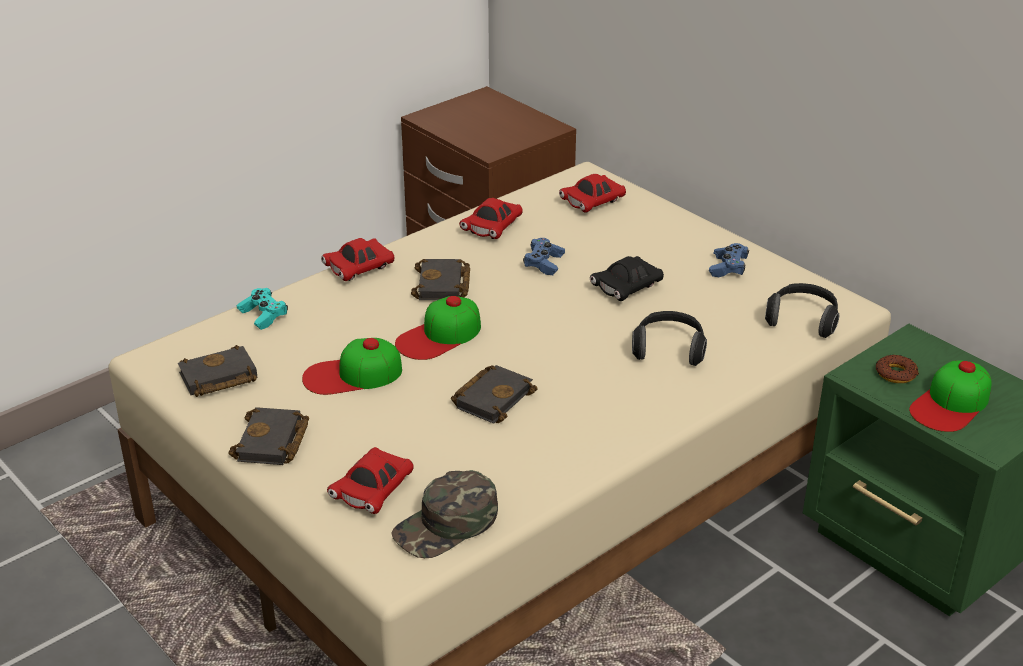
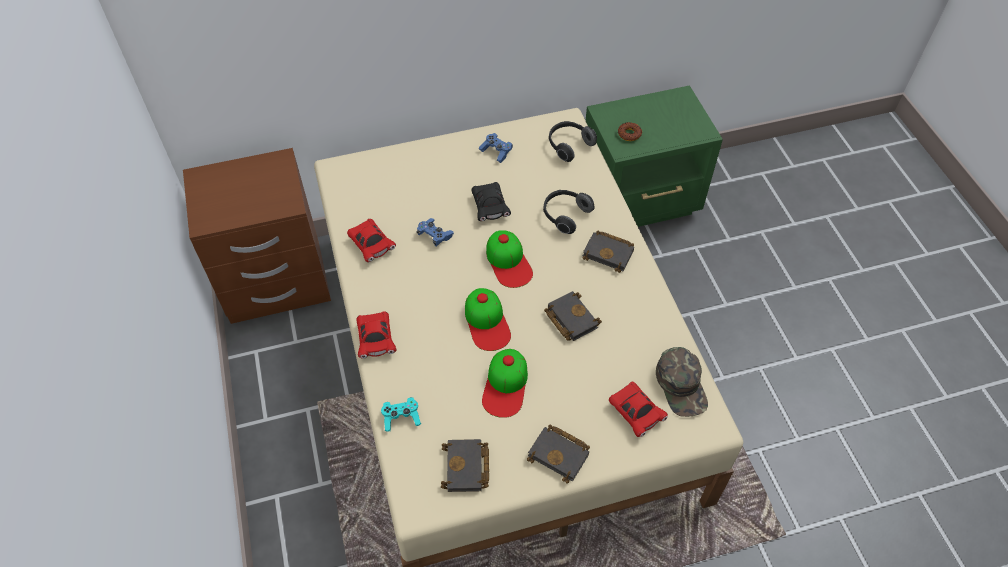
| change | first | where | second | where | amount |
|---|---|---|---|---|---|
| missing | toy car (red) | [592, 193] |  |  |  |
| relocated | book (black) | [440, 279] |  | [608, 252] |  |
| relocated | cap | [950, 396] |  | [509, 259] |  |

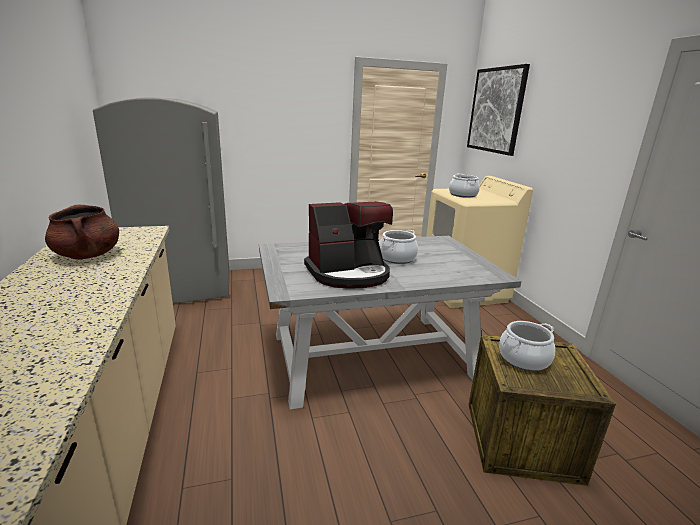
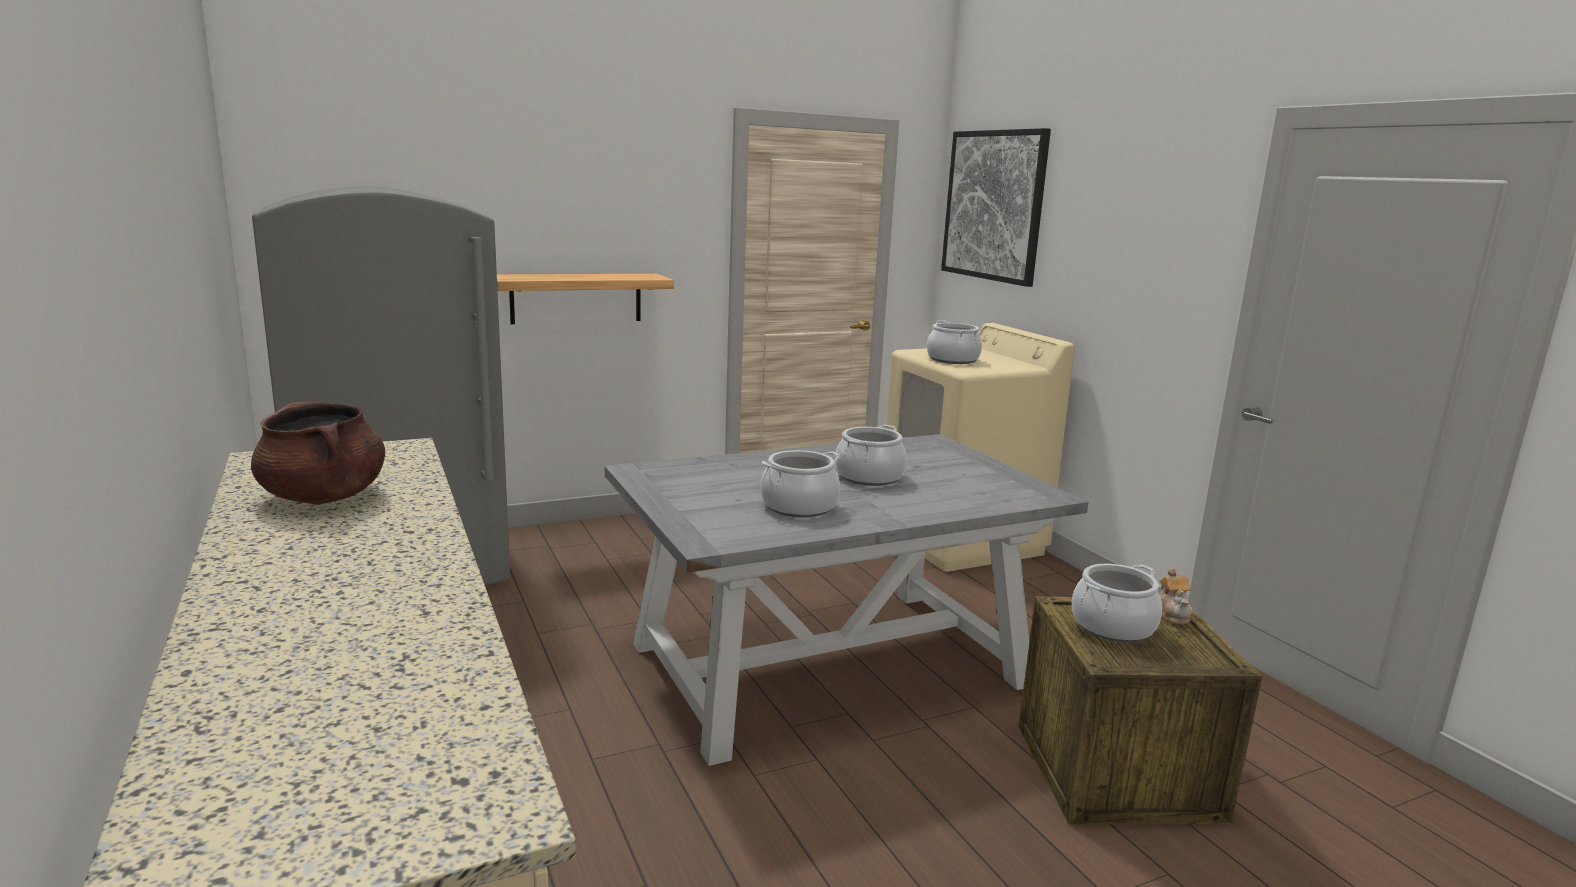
| change | first | where | second | where | amount |
|---|---|---|---|---|---|
| appeared |  |  | shelf | [585, 299] |  |
| appeared |  |  | teapot | [1176, 596] |  |
| exchanged | coffee machine | [348, 245] | cooking pot | [800, 483] |  |

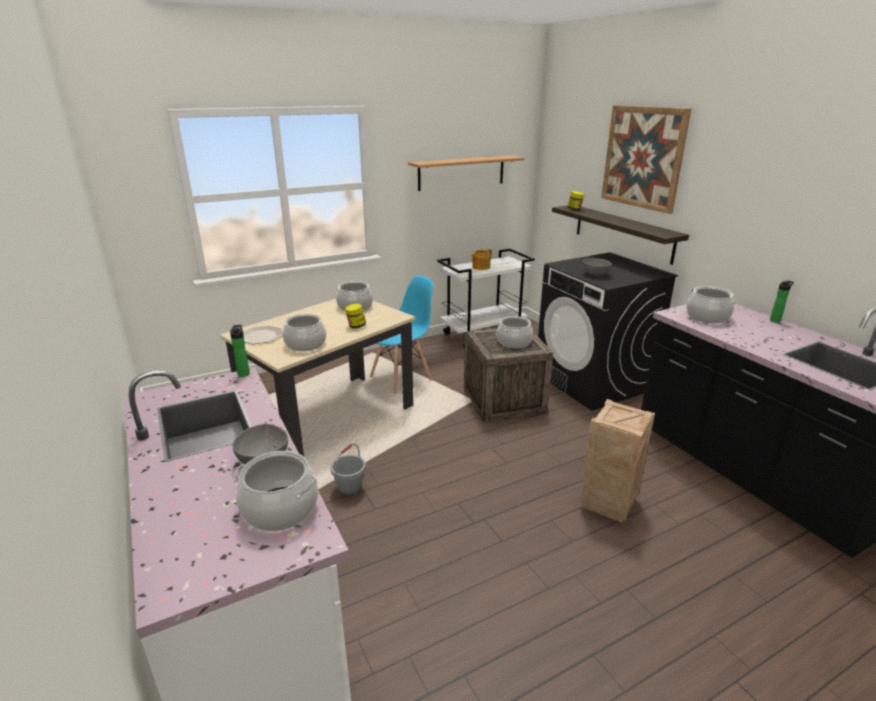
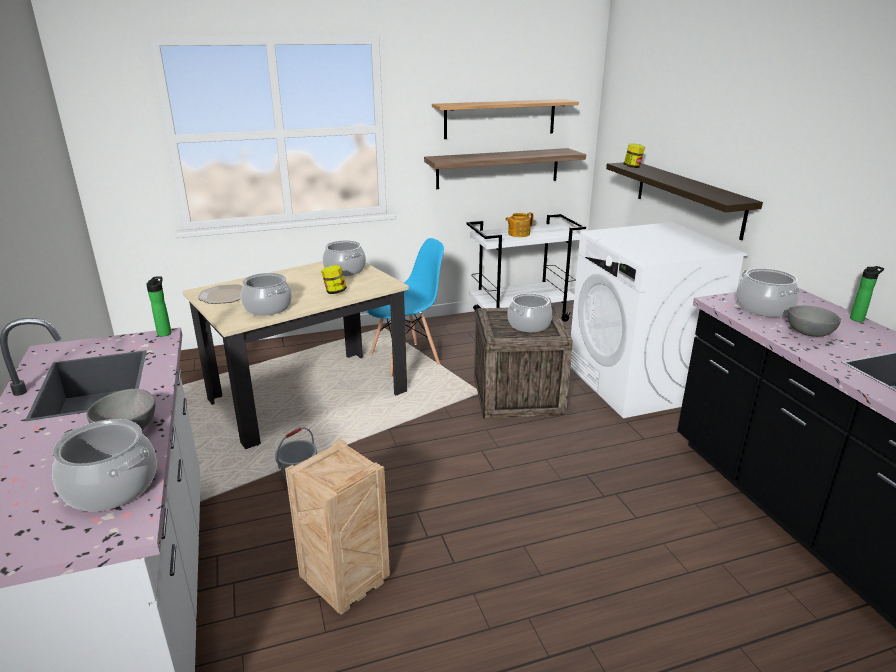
| change | first | where | second | where | amount |
|---|---|---|---|---|---|
| missing | picture | [646, 159] |  |  |  |
| appeared |  |  | shelf | [505, 168] |  |
| relocated | crate | [617, 461] |  | [337, 527] |  |
| relocated | bowl (grey) | [597, 266] |  | [814, 321] |  |
| colour | washing machine (black) | [608, 331] | washing machine (white) | [658, 320] |  |

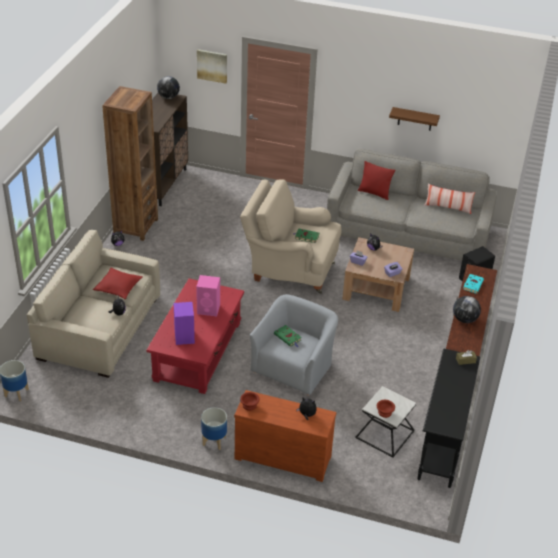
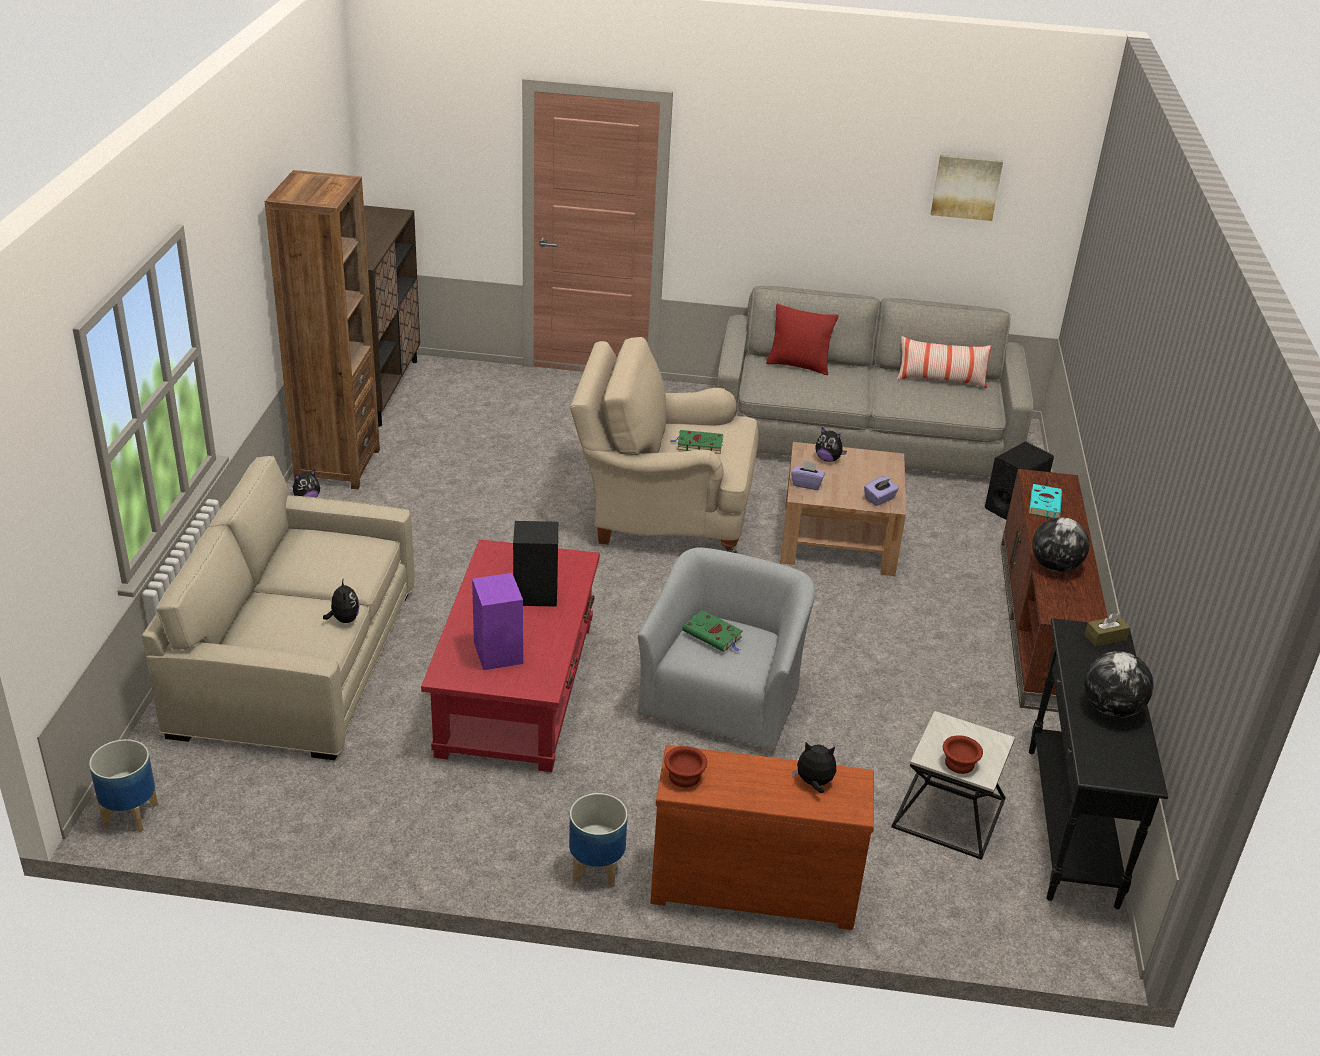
| change | first | where | second | where | amount |
|---|---|---|---|---|---|
| missing | pillow (red) | [118, 283] |  |  |  |
| missing | shelf (brown) | [414, 119] |  |  |  |
| relocated | globe | [168, 87] |  | [1119, 684] |  |
| relocated | picture | [212, 66] |  | [967, 187] |  |
| colour | speaker (pink) | [208, 295] | speaker (black) | [535, 564] |  |

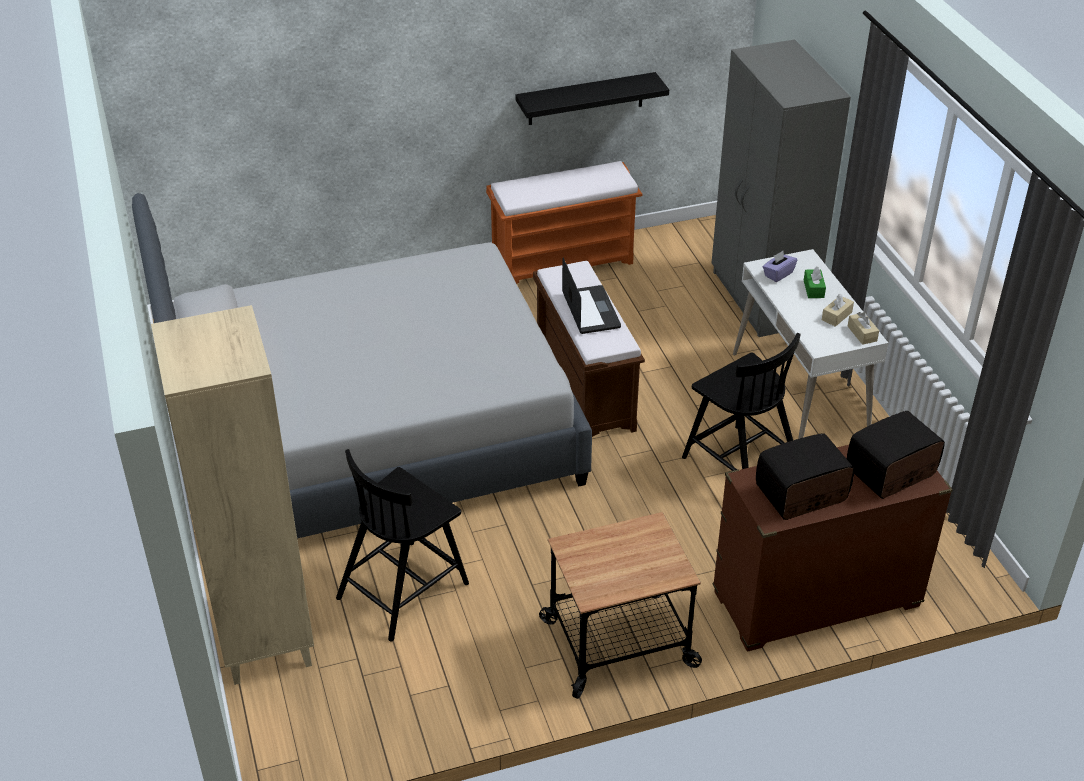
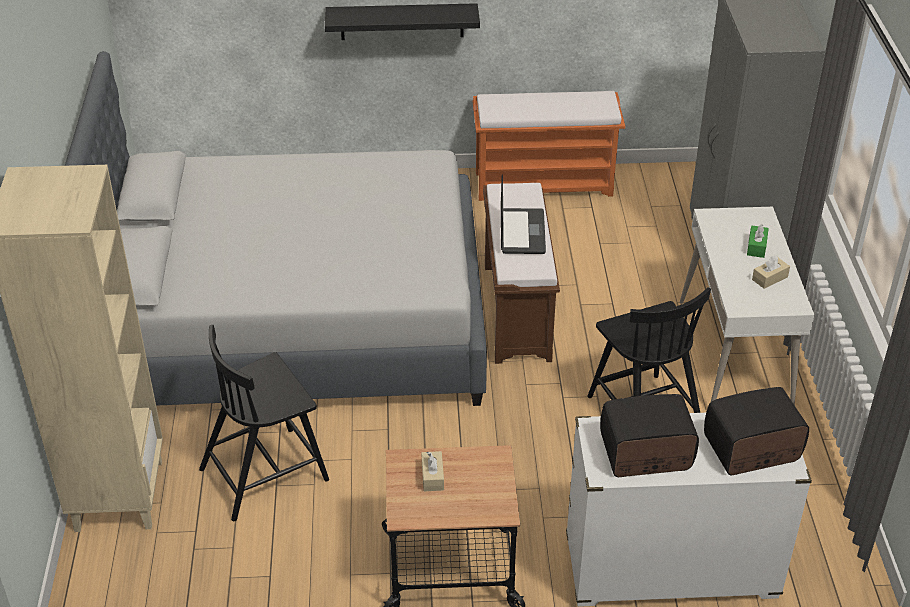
| change | first | where | second | where | amount |
|---|---|---|---|---|---|
| missing | tissue box (purple) | [780, 266] |  |  |  |
| relocated | shelf (black) | [592, 98] |  | [402, 21] |  |
| relocated | tissue box (beige) | [863, 328] |  | [433, 471] |  |
| colour | dresser (brown) | [833, 548] | dresser (white) | [689, 510] |  |

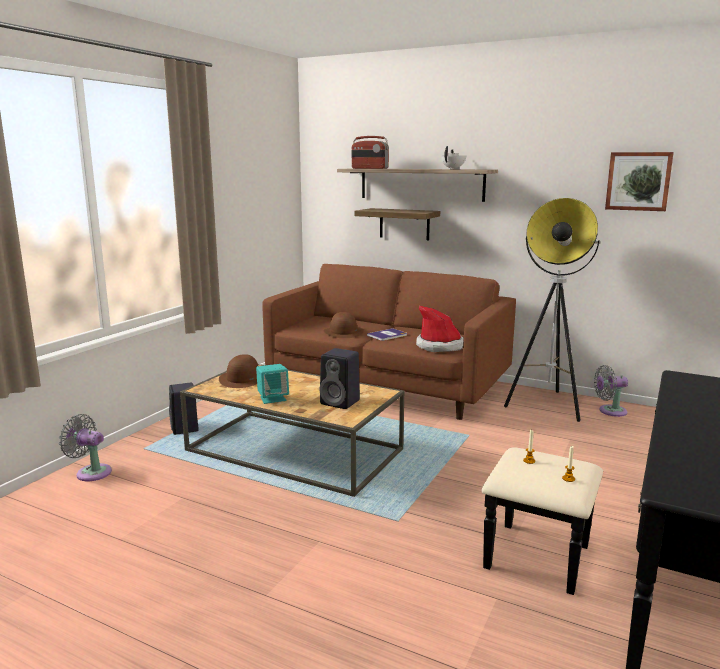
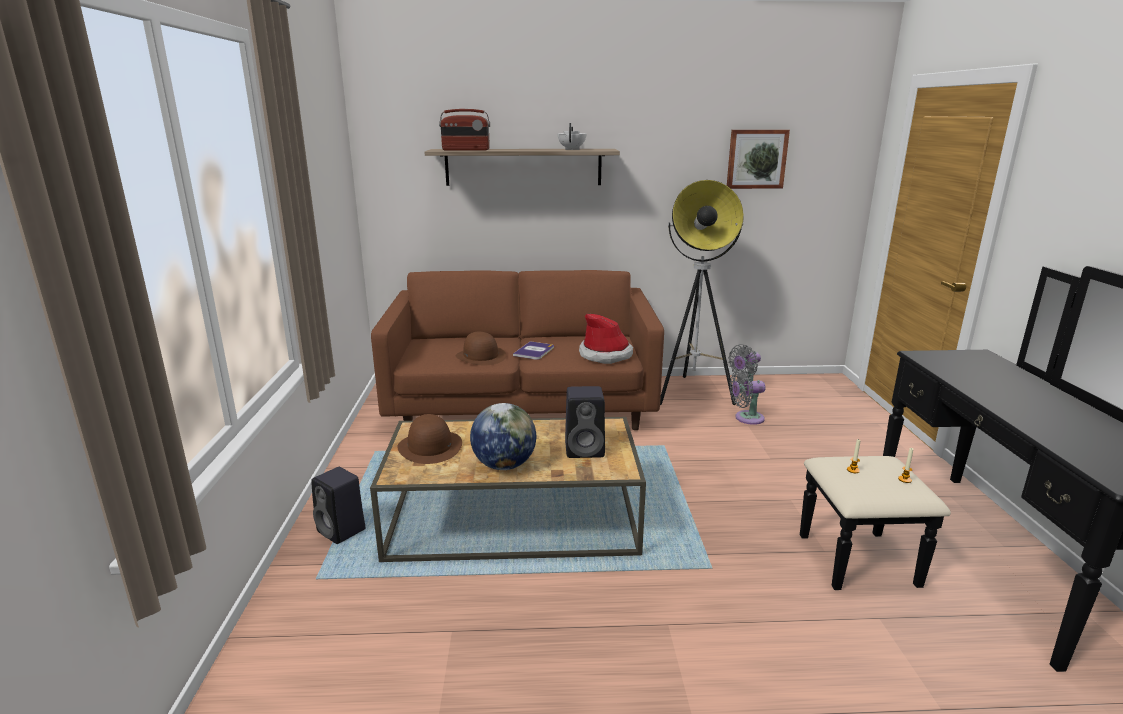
| change | first | where | second | where | amount |
|---|---|---|---|---|---|
| missing | shelf | [397, 224] |  |  |  |
| relocated | fan (grey) | [85, 447] |  | [748, 397] |  |
| exchanged | speaker (turquoise) | [272, 384] | globe | [503, 436] |  |

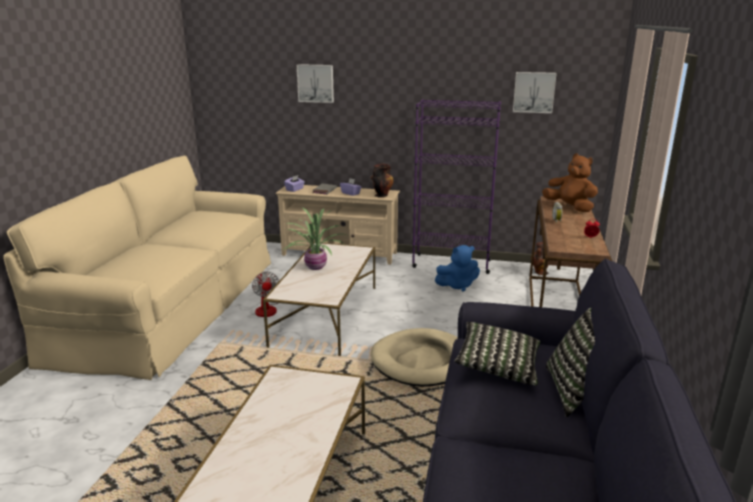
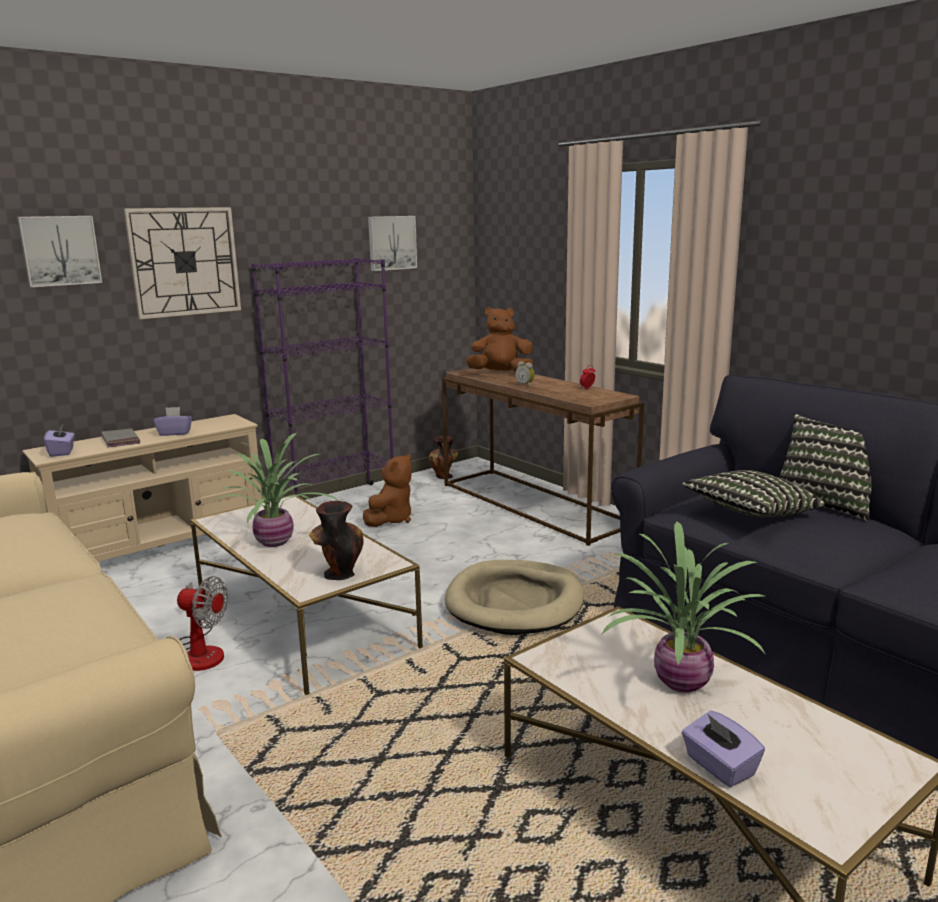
| change | first | where | second | where | amount |
|---|---|---|---|---|---|
| appeared |  |  | wall clock | [182, 263] |  |
| appeared |  |  | potted plant | [683, 607] |  |
| appeared |  |  | tissue box (purple) | [723, 748] |  |
| relocated | vase | [382, 181] |  | [336, 540] |  |
| colour | plush toy (blue) | [457, 268] | plush toy (brown) | [387, 490] |  |

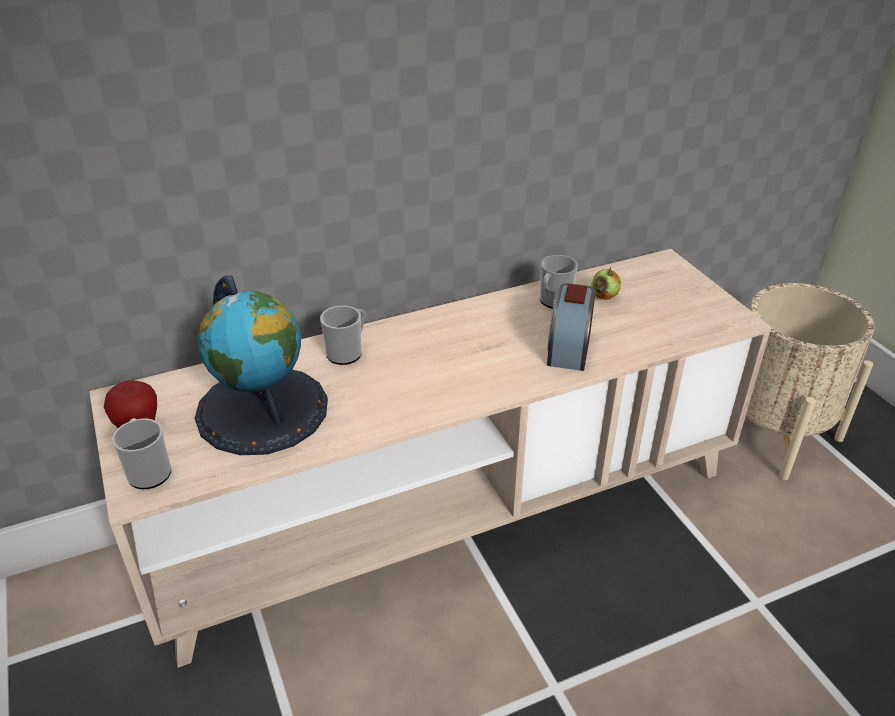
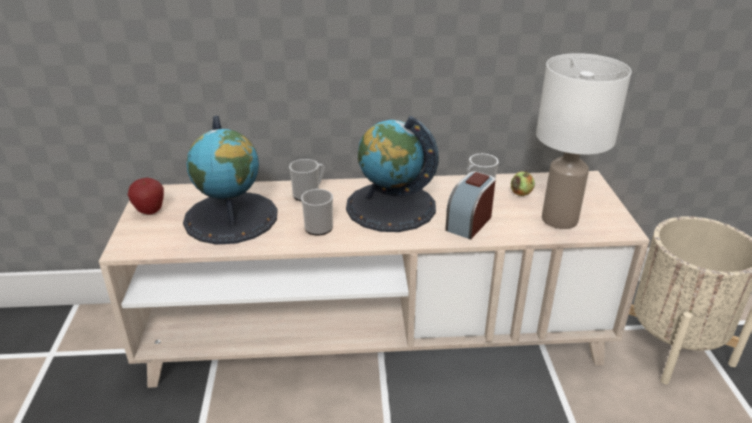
| change | first | where | second | where | amount |
|---|---|---|---|---|---|
| appeared |  |  | globe | [392, 174] |  |
| appeared |  |  | table lamp (white) | [584, 141] |  |
| relocated | mug | [141, 453] |  | [317, 212] |  |

